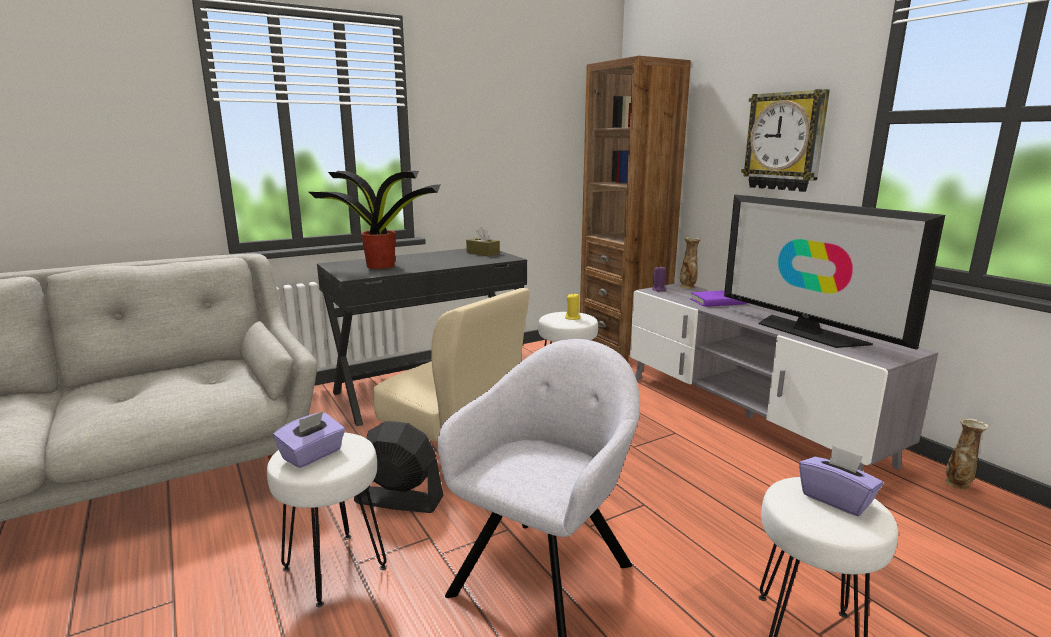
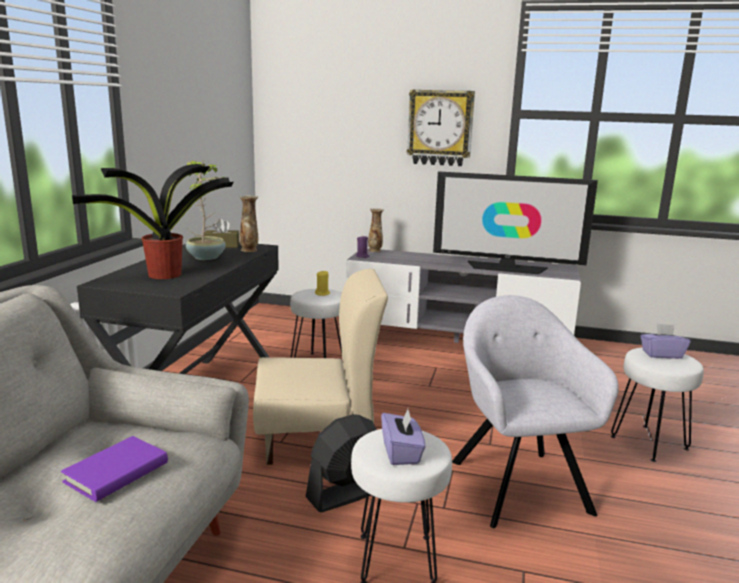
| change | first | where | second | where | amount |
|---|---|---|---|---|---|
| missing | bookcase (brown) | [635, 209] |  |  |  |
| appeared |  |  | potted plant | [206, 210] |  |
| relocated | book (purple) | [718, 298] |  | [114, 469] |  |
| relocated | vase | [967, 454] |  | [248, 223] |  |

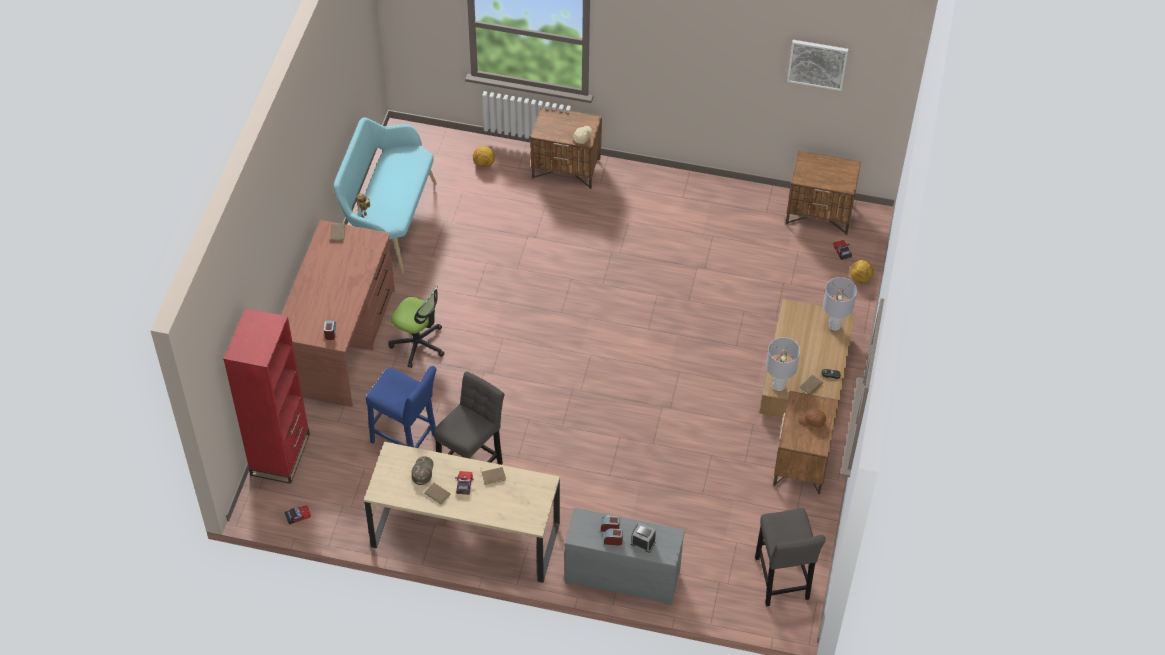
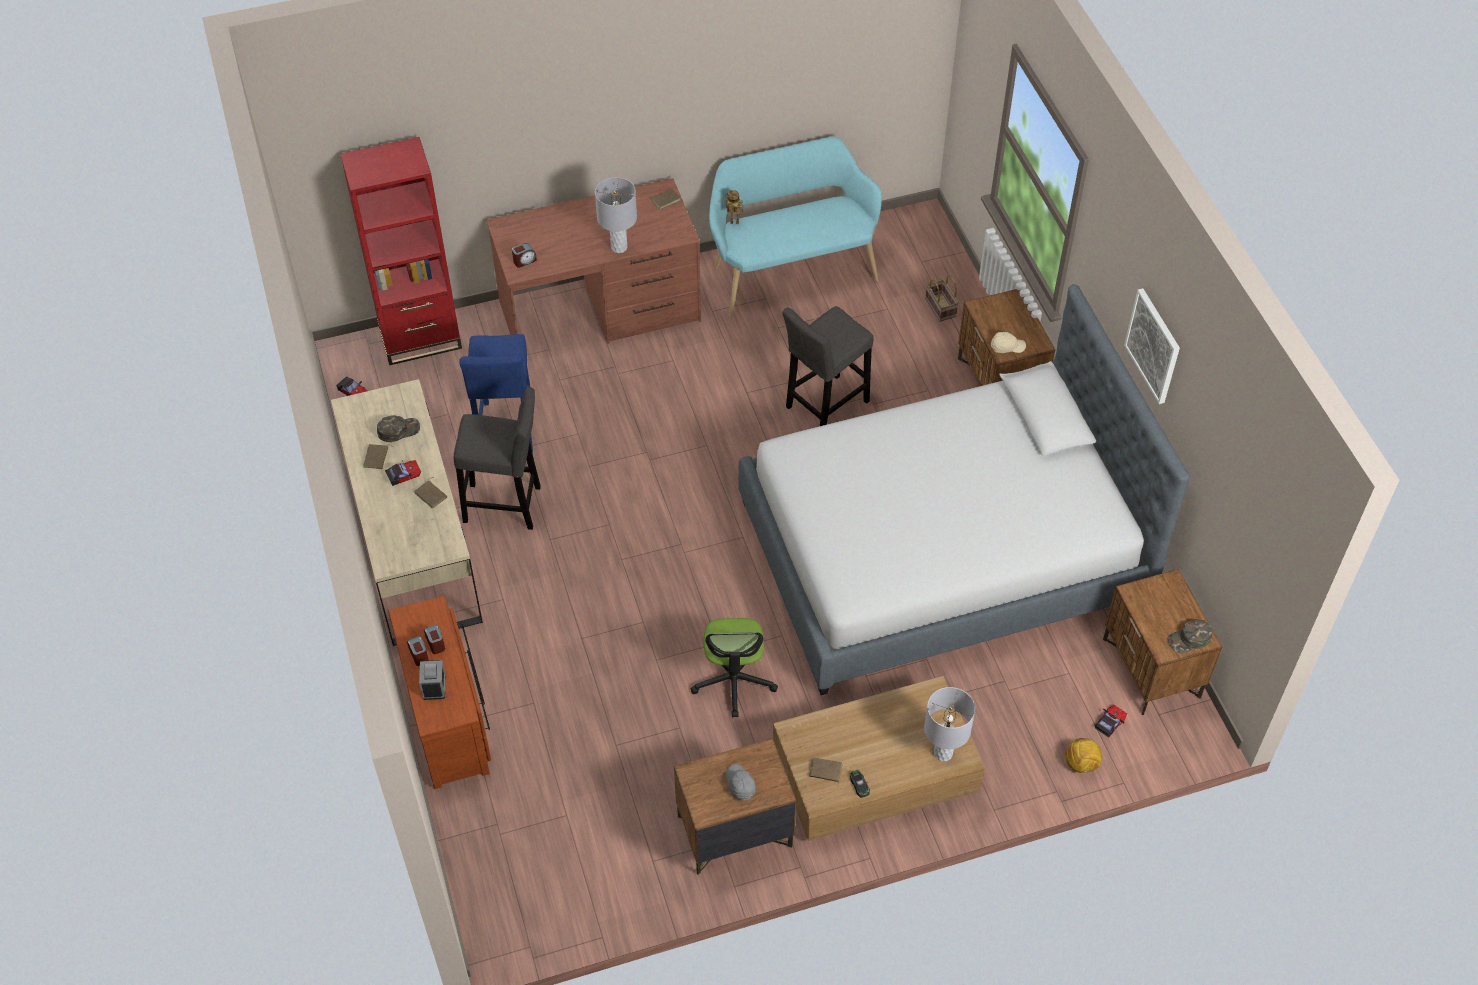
| change | first | where | second | where | amount |
|---|---|---|---|---|---|
| appeared |  |  | bed | [964, 489] |  |
| appeared |  |  | cap (green) | [1190, 636] |  |
| relocated | office chair | [416, 327] |  | [734, 667] |  |
| relocated | stool (grey) | [790, 557] |  | [827, 366] |  |
| relocated | table lamp (grey) | [783, 364] |  | [616, 215] |  |
| relocated | picture | [817, 65] |  | [1152, 346] |  |
| exchanged | football | [484, 156] | basket | [942, 298] |  |
| colour | dresser (grey) | [624, 557] | dresser (brown) | [439, 692] |  |
| colour | cap (brown) | [812, 418] | cap (grey) | [740, 782] |  |

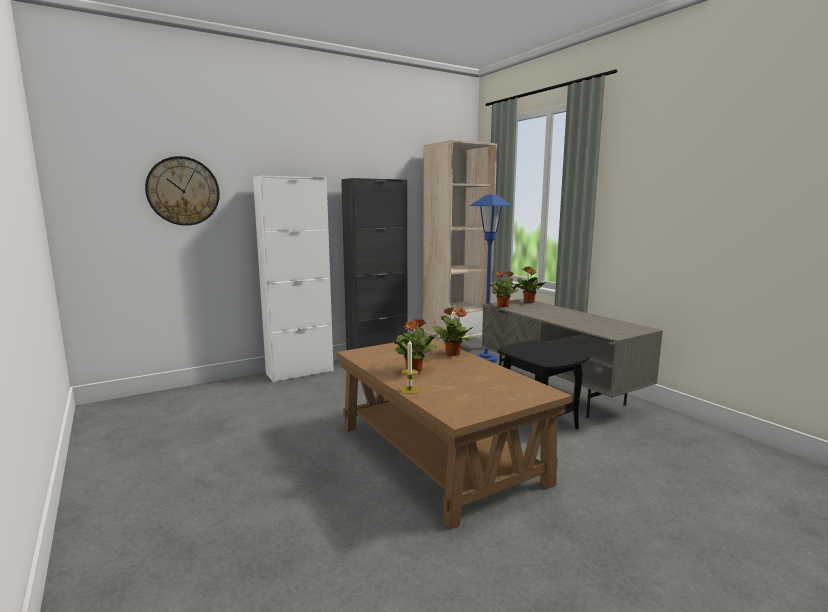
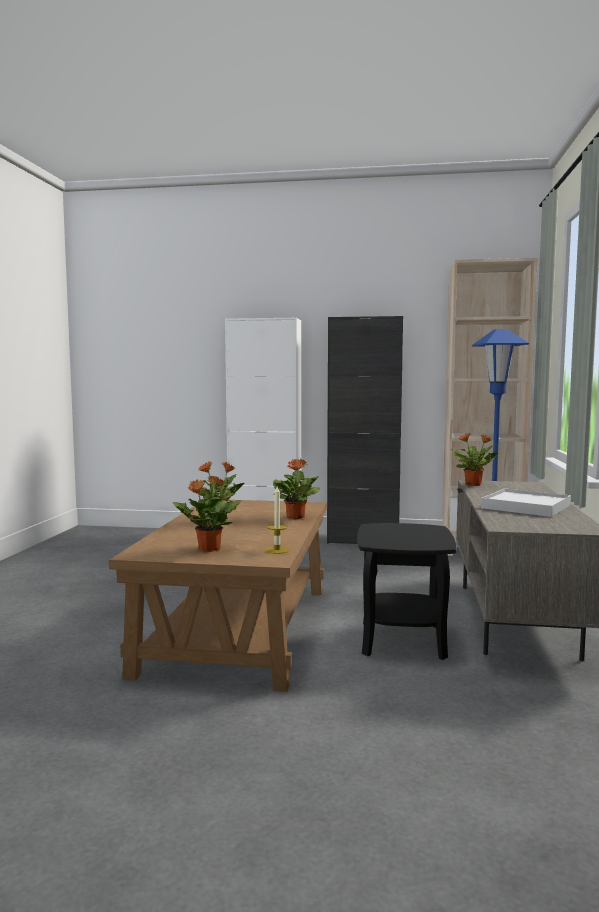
| change | first | where | second | where | amount |
|---|---|---|---|---|---|
| missing | wall clock | [182, 191] |  |  |  |
| appeared |  |  | tray (white) | [526, 503] |  |
| relocated | candle | [410, 367] |  | [277, 520] |  |
| relocated | potted plant | [531, 285] |  | [207, 514] |  |

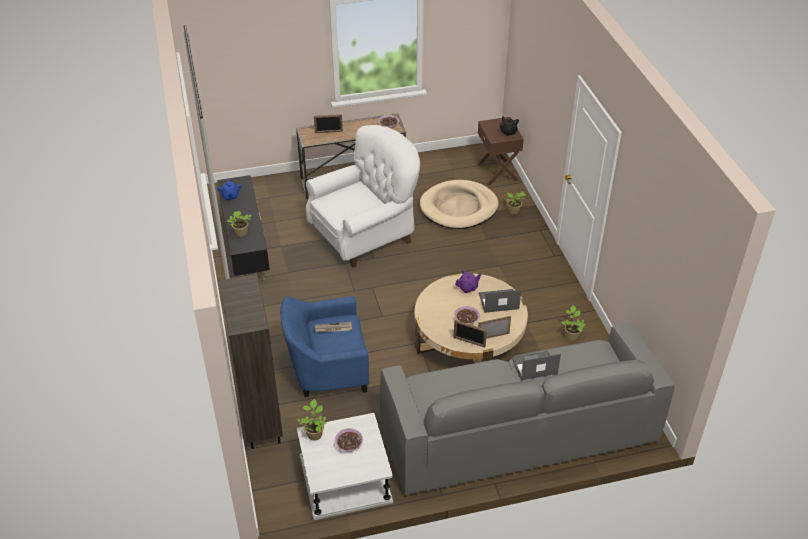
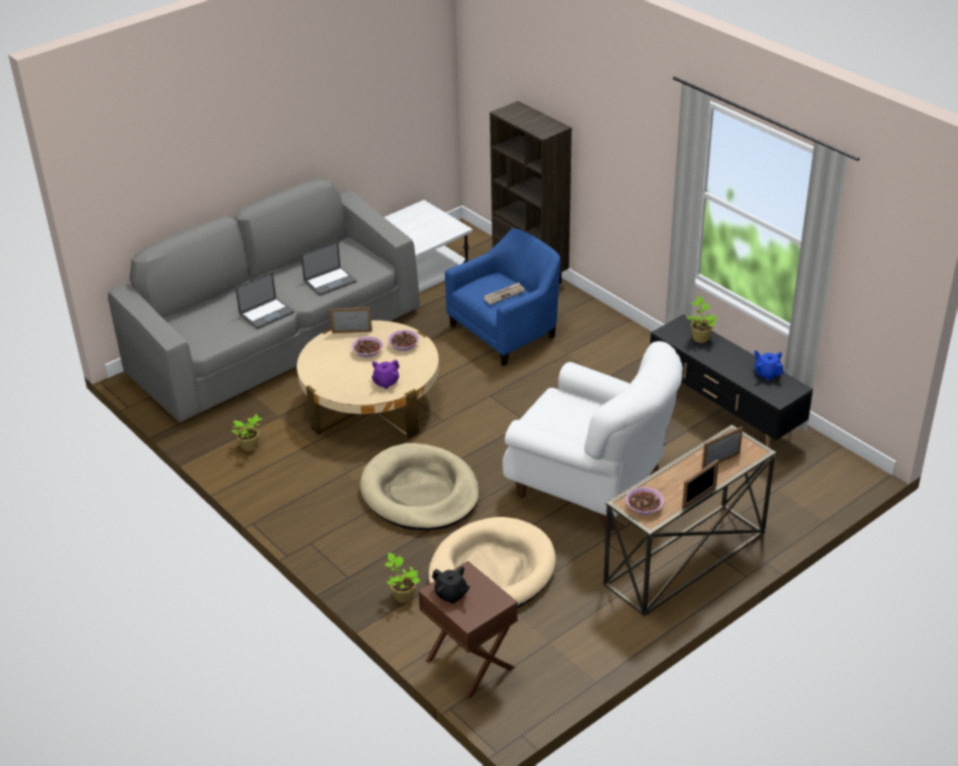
| change | first | where | second | where | amount |
|---|---|---|---|---|---|
| missing | potted plant | [312, 420] |  |  |  |
| appeared |  |  | dog bed (beige) | [420, 486] |  |
| relocated | bowl | [349, 440] |  | [403, 340] |  |
| relocated | picture frame | [494, 327] |  | [700, 484] |  |
| relocated | laptop | [500, 301] |  | [329, 269] |  |
| spun | armchair (white) | [363, 196] |  | [593, 436] | 90 degrees counterclockwise |

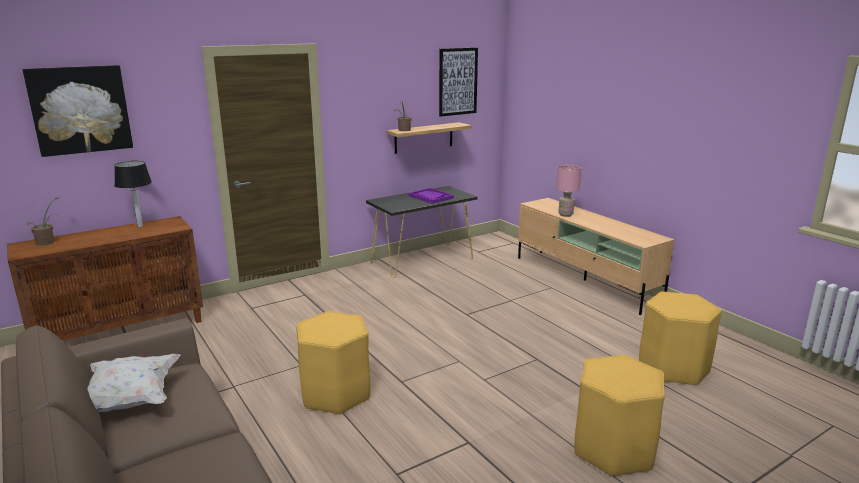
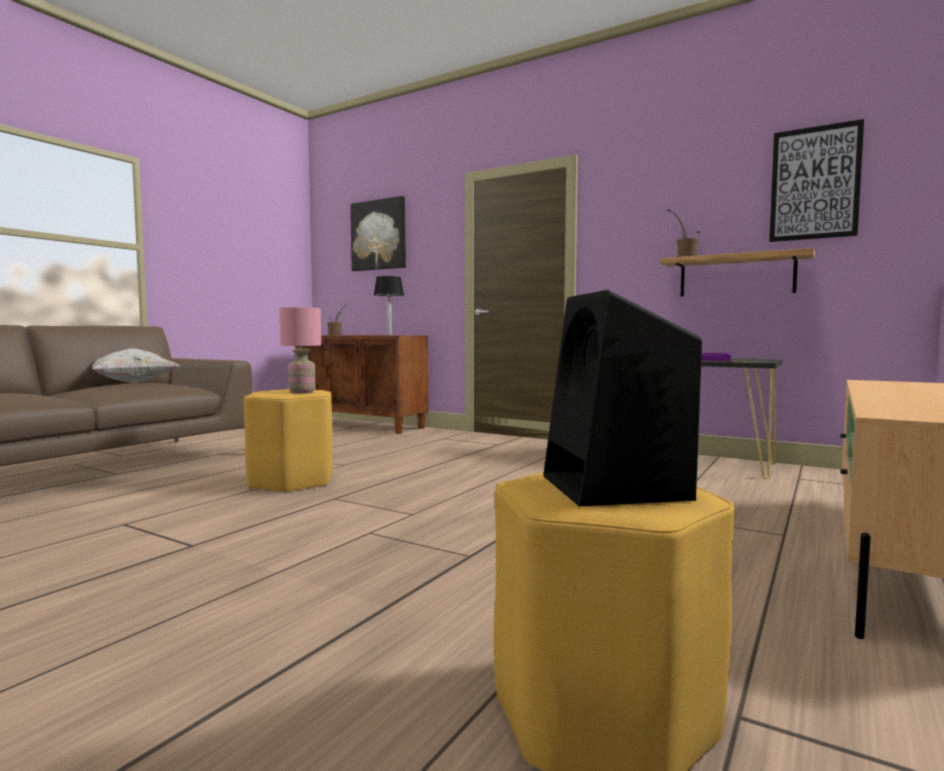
| change | first | where | second | where | amount |
|---|---|---|---|---|---|
| missing | stool (yellow) | [620, 416] |  |  |  |
| appeared |  |  | speaker (black) | [622, 398] |  |
| relocated | table lamp (pink) | [568, 191] |  | [300, 350] |  |

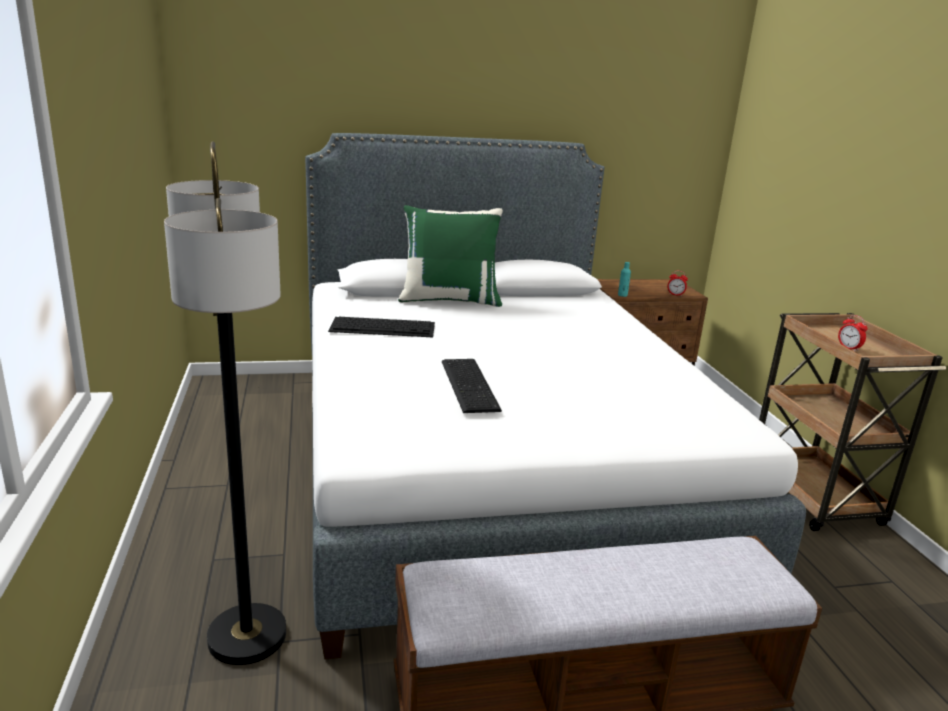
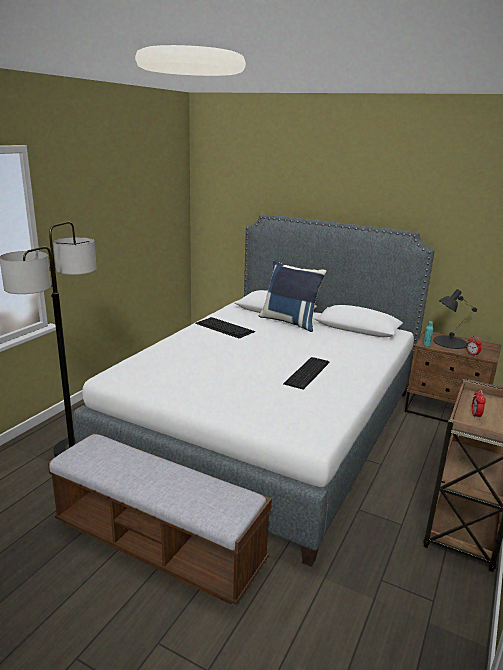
| change | first | where | second | where | amount |
|---|---|---|---|---|---|
| appeared |  |  | table lamp (black) | [455, 319] |  |
| relocated | keyboard | [472, 386] |  | [306, 373] |  |
| colour | pillow (green) | [450, 256] | pillow (blue) | [292, 296] |  |

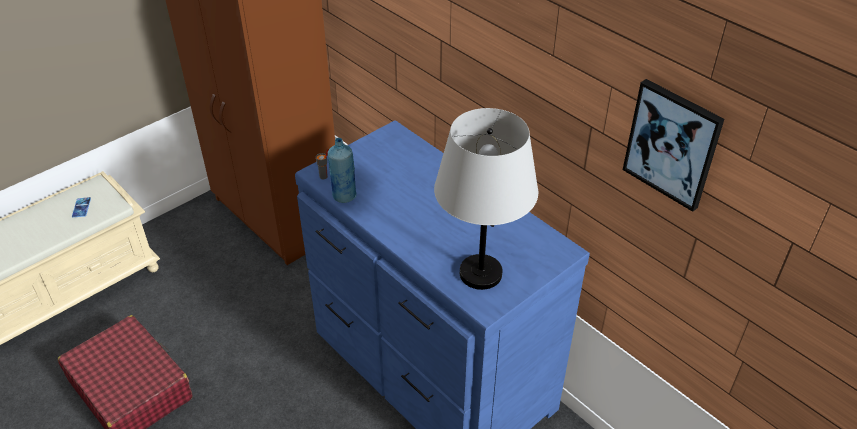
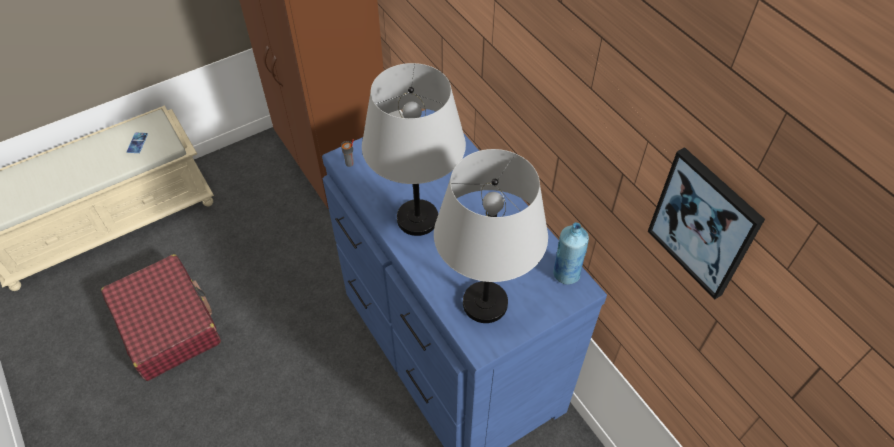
| change | first | where | second | where | amount |
|---|---|---|---|---|---|
| appeared |  |  | table lamp (grey) | [414, 149] |  |
| relocated | bottle (blue) | [342, 170] |  | [571, 253] |  |

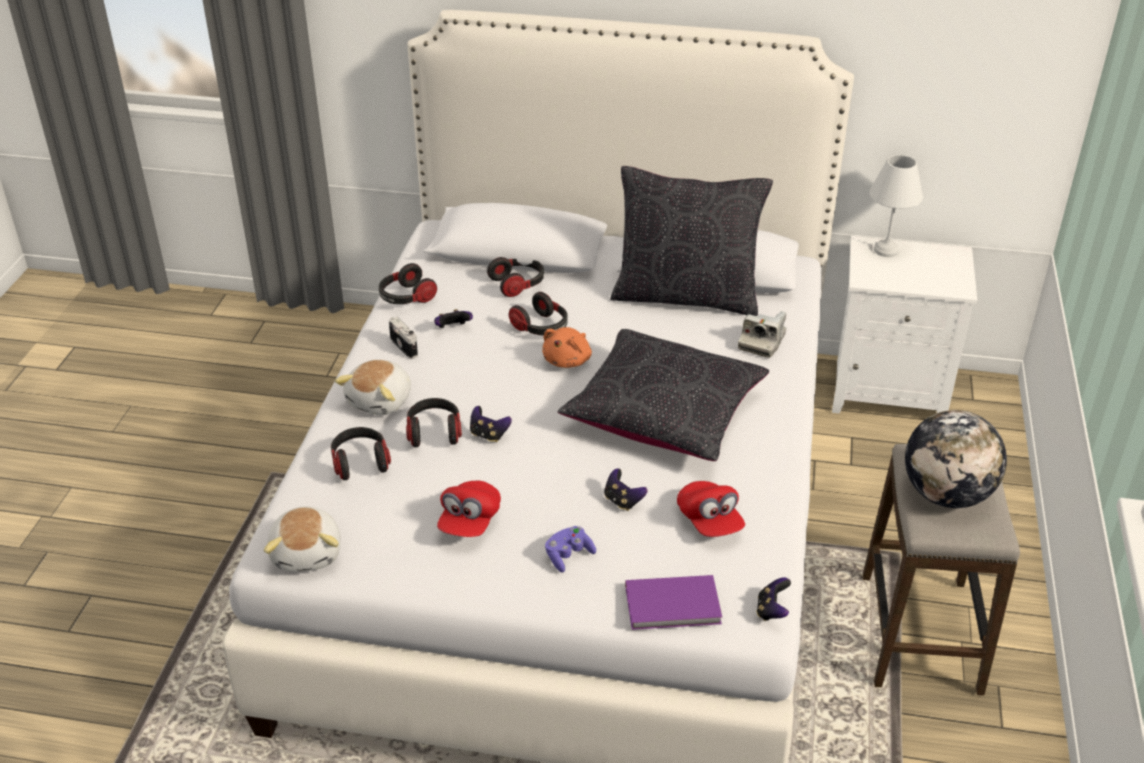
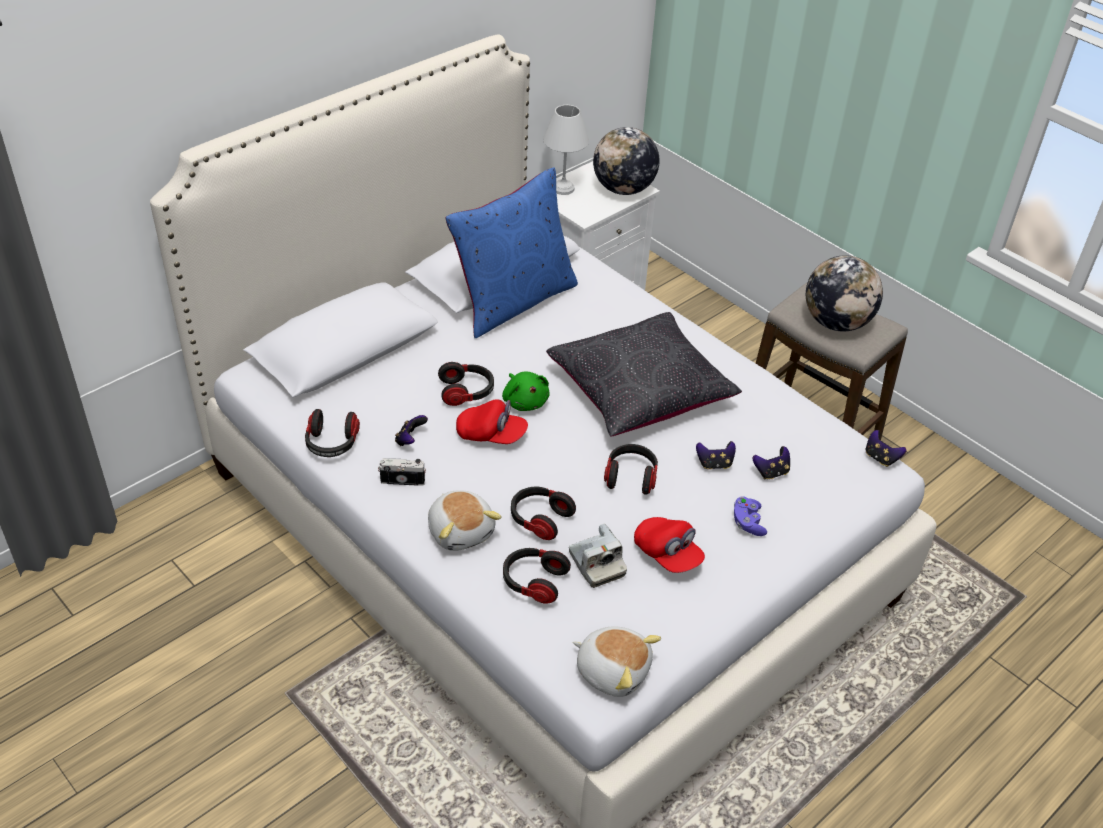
| change | first | where | second | where | amount |
|---|---|---|---|---|---|
| missing | book (purple) | [673, 602] |  |  |  |
| appeared |  |  | globe | [626, 161] |  |
| relocated | game controller | [491, 424] |  | [771, 462] |  |
| relocated | headphones | [515, 277] |  | [631, 469] |  |
| relocated | cap (red) | [711, 509] |  | [492, 421] |  |
| relocated | photo camera | [762, 334] |  | [598, 556] |  |
| colour | plush toy (orange) | [567, 347] | plush toy (green) | [525, 391] |  |
| colour | pillow (black) | [691, 241] | pillow (blue) | [512, 252] |  |

